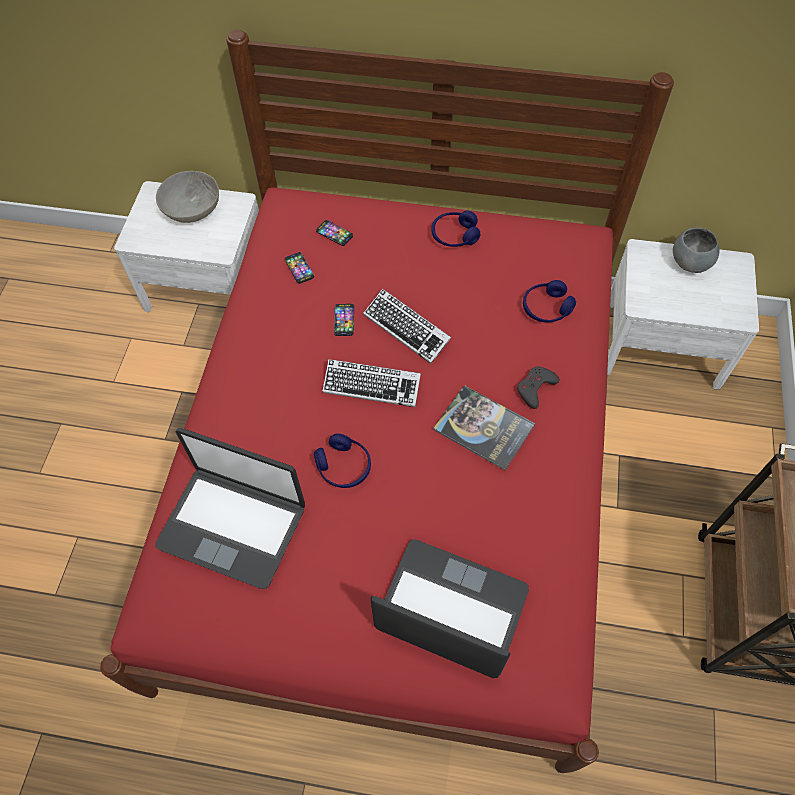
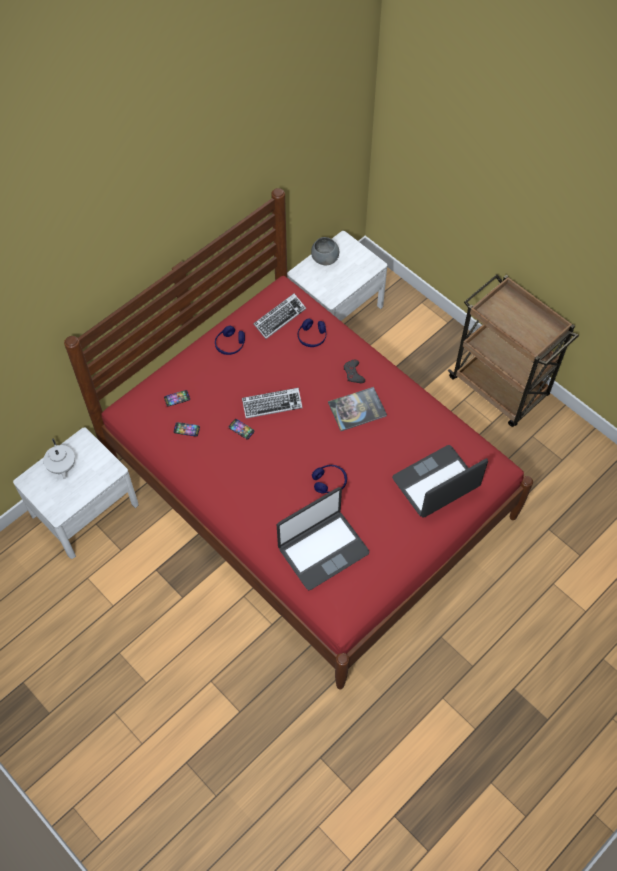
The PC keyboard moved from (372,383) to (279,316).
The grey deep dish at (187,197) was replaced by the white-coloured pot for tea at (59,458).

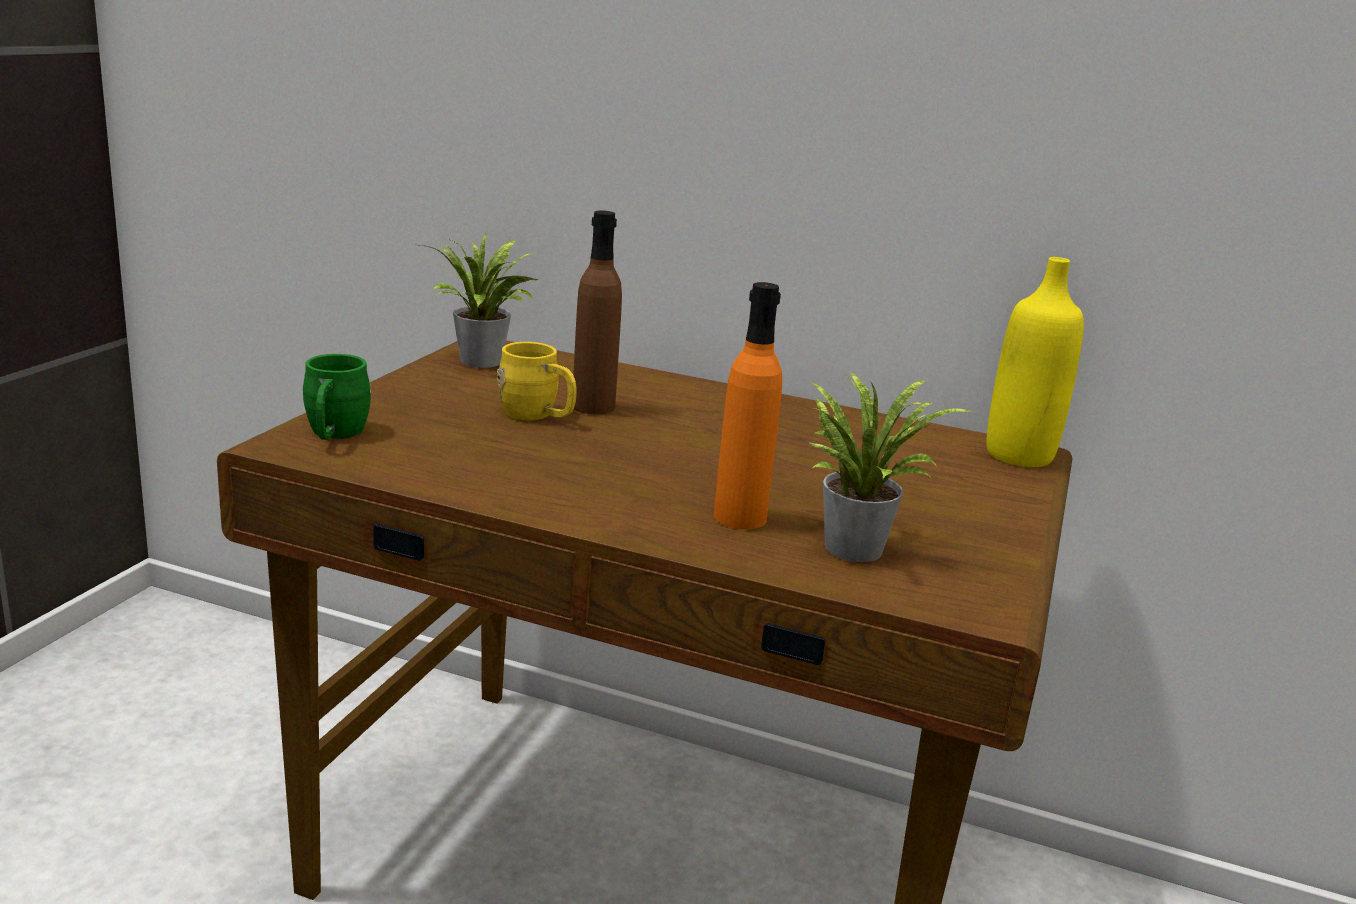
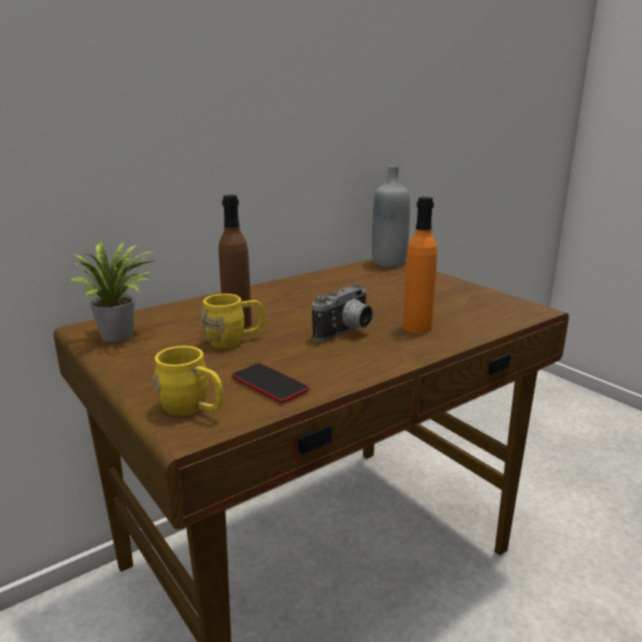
The plant in a pot at (892,466) disappeared.
The phone at (270,383) appeared.
The still camera at (342,312) appeared.
The greenish coffee mug at (337,397) became the yellowish coffee mug at (188,381).
The yellowish beverage bottle at (1035,362) became the grey beverage bottle at (391,216).

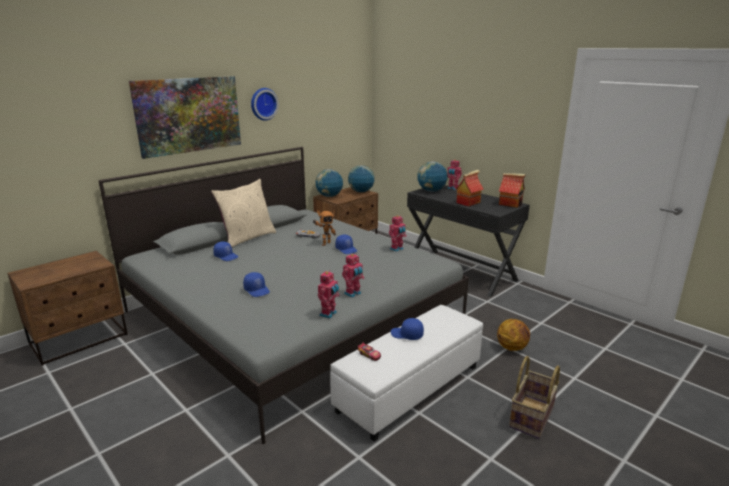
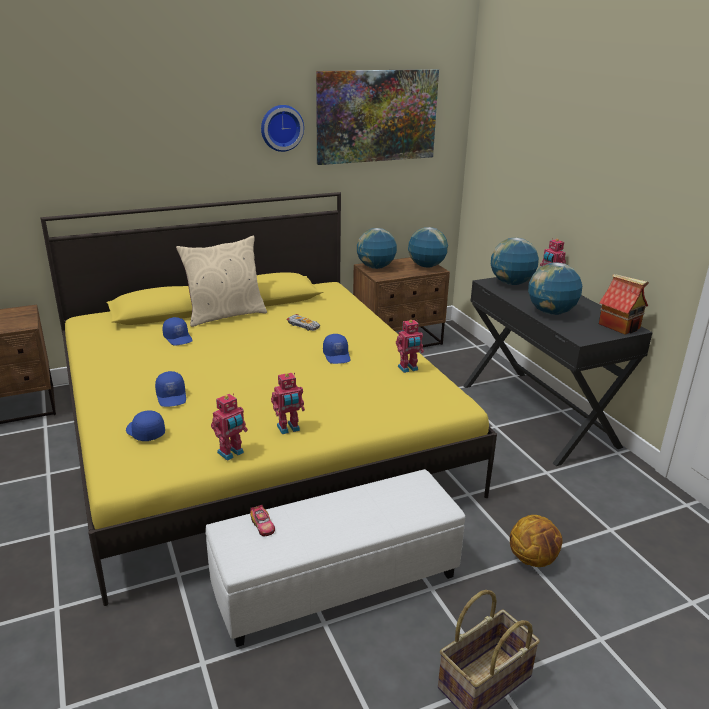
The model robot at (324,228) disappeared.
The picture moved from (185,117) to (377,117).
The blue-coloured baseball cap moved from (407,329) to (145,425).
The miniature house at (469,188) was replaced by the world globe at (555,288).
The grey bedroom bed at (283,295) became the yellowish bedroom bed at (268,399).

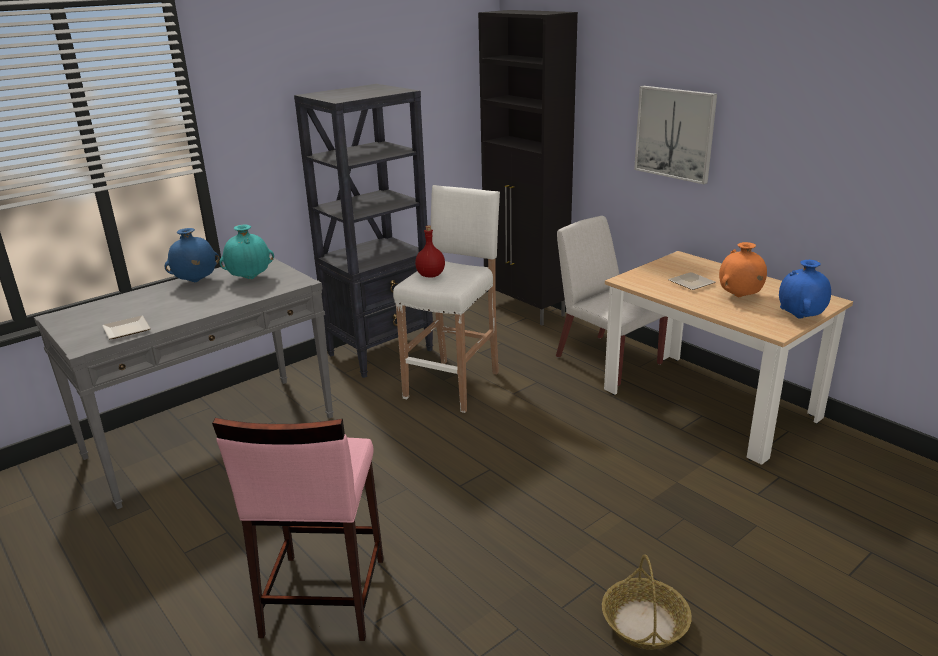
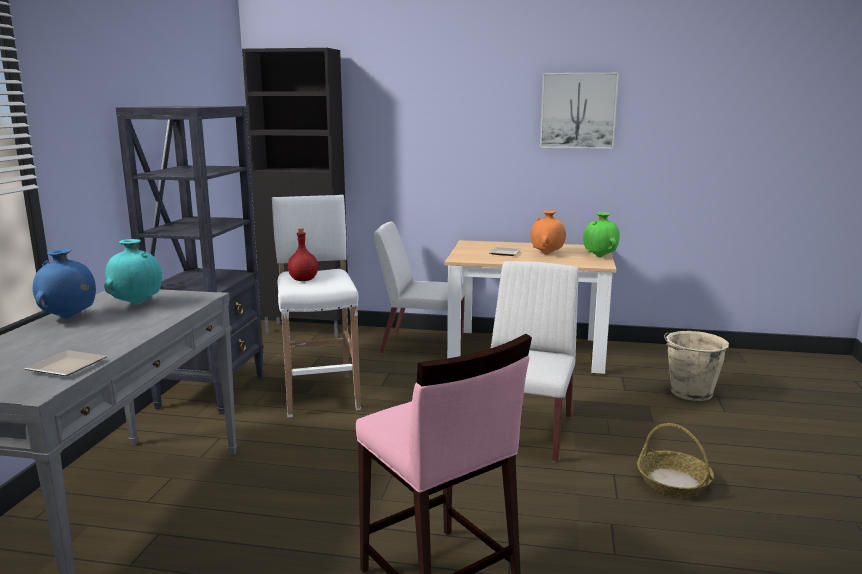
The white-coloured chair at (535,361) appeared.
The beige-coloured water bucket at (696,366) appeared.
The picture moved from (675,135) to (579,111).
The blue-coloured flower vase at (805,289) became the greenish flower vase at (601,234).

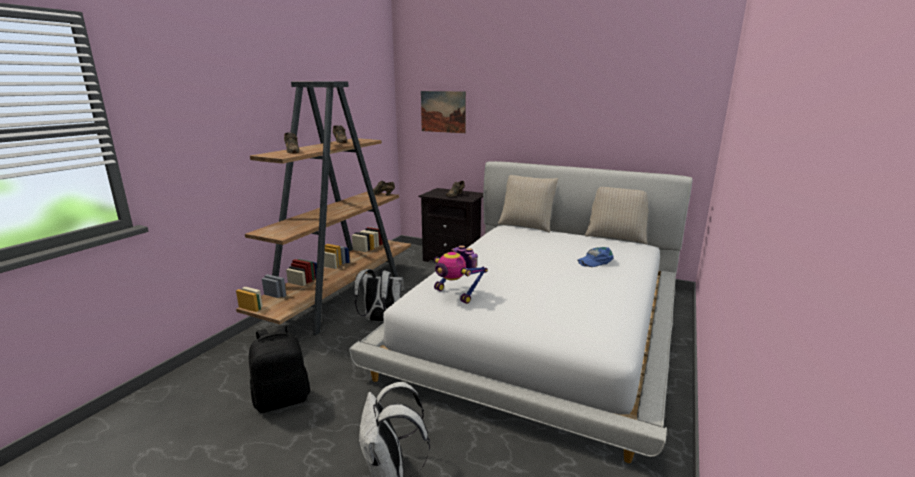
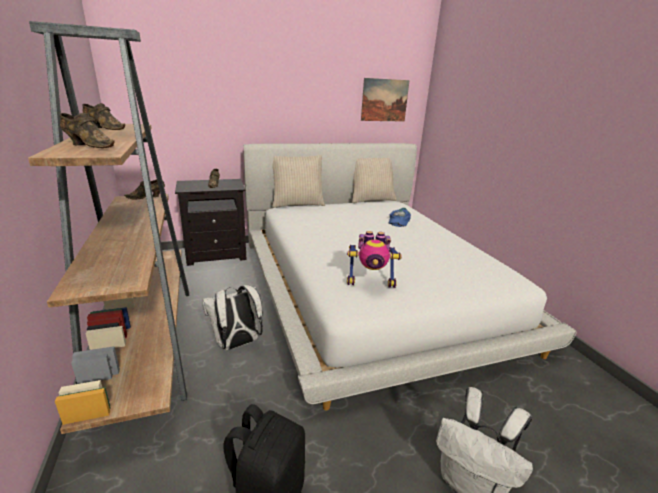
The picture moved from (443,112) to (385,100).

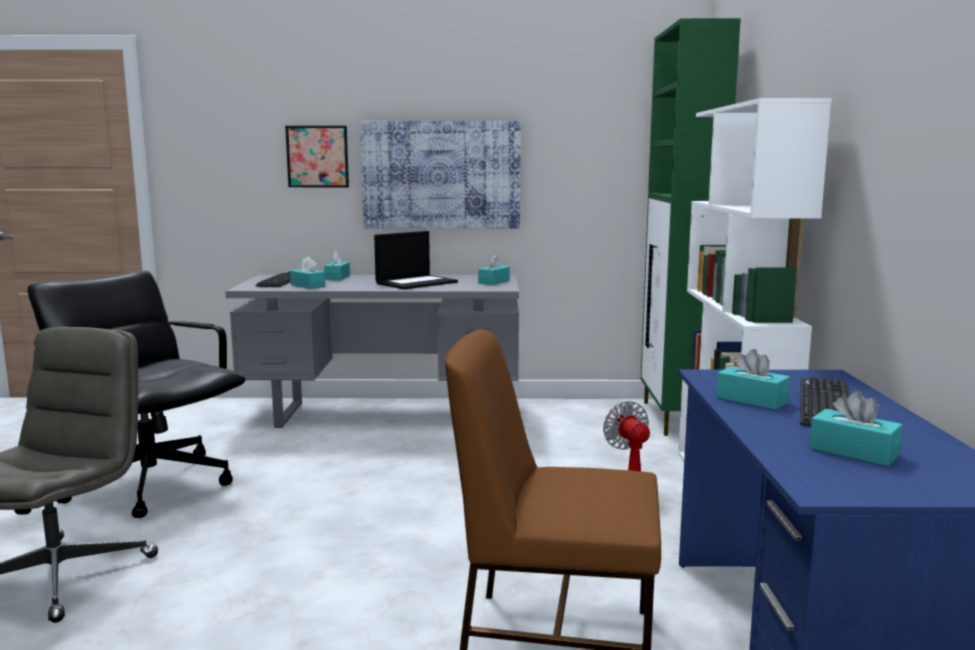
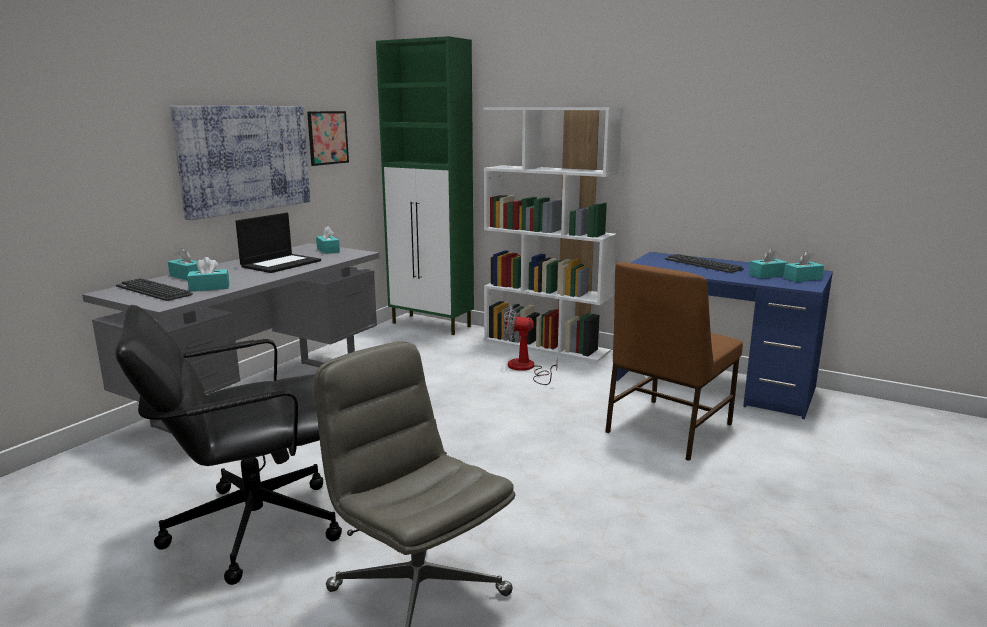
The picture moved from (317,156) to (328,138).
The turquoise tissue holder moved from (753,379) to (803,266).
The laptop at (416,260) turned 45 degrees clockwise.

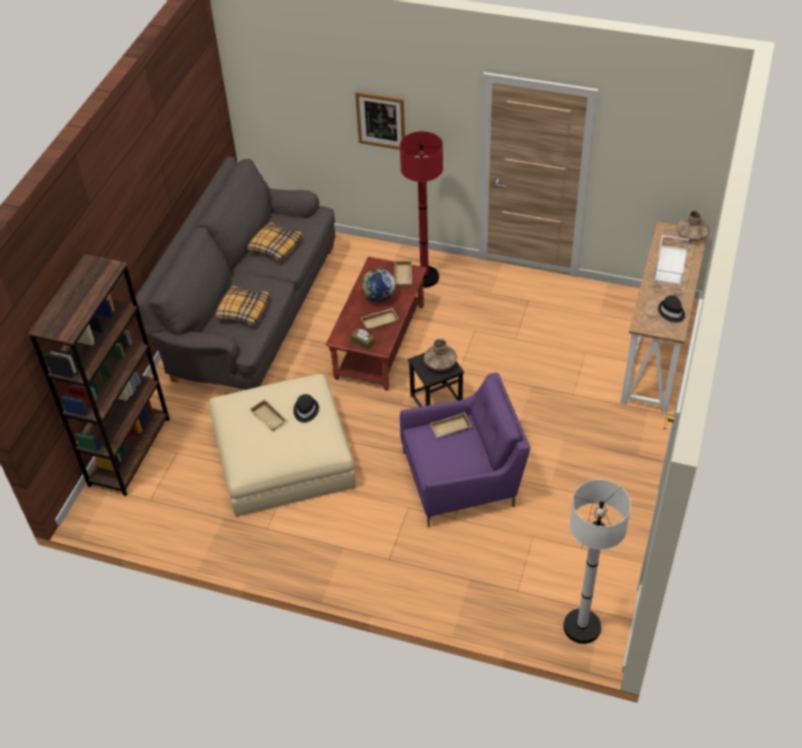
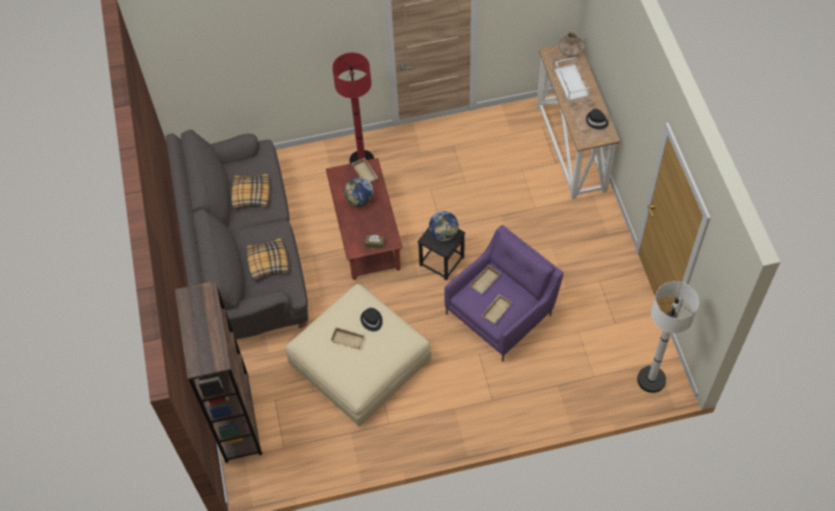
The picture at (380,121) disappeared.
The beige-coloured tray moved from (379,319) to (497,309).
The brownish flower vase at (440,354) was replaced by the world globe at (444,226).

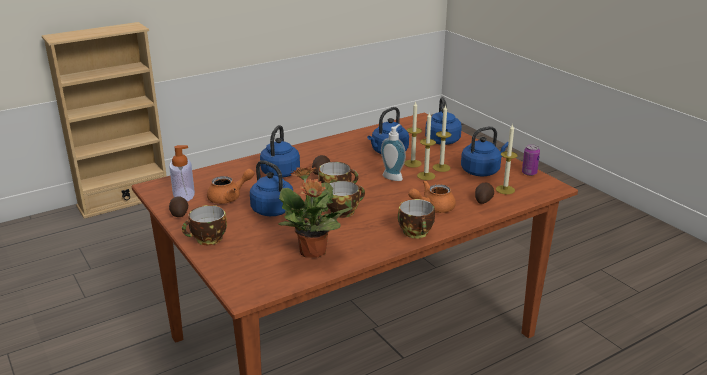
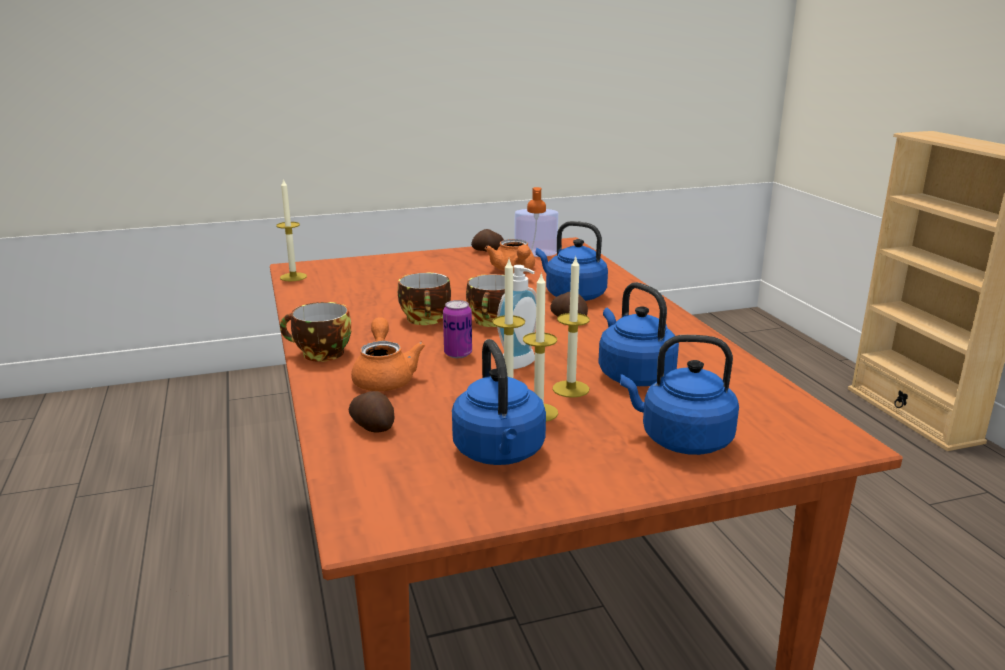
The drinking cup at (204,225) disappeared.
The blue-coloured water kettle at (271,188) disappeared.
The plant in a pot at (315,212) disappeared.
The wax light moved from (507,159) to (291,230).
The can moved from (531,160) to (457,329).

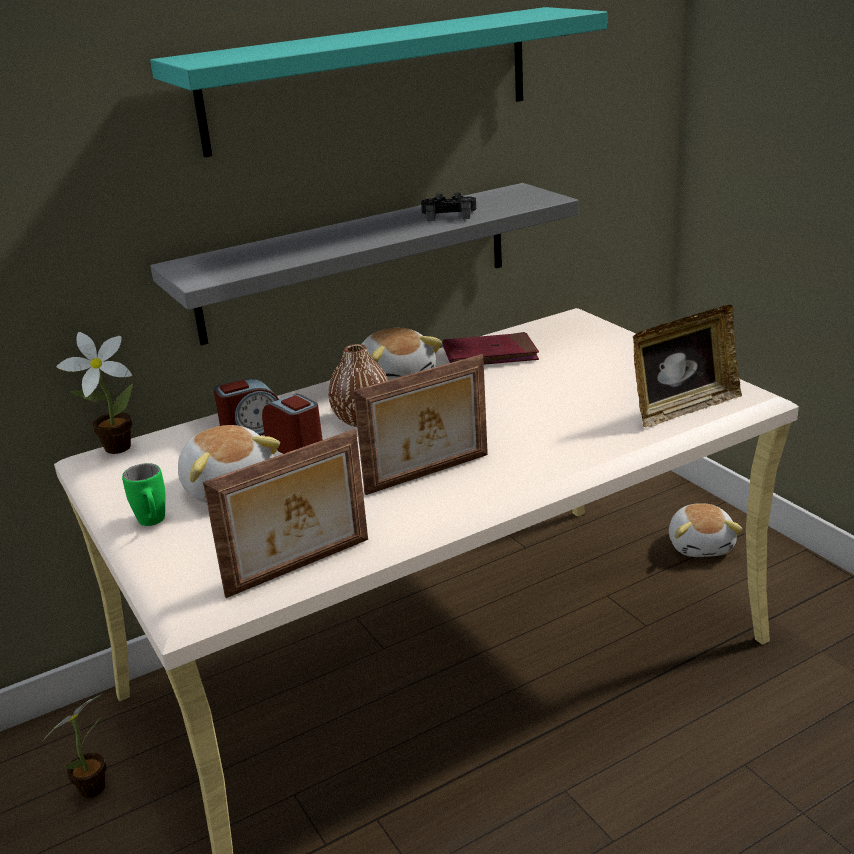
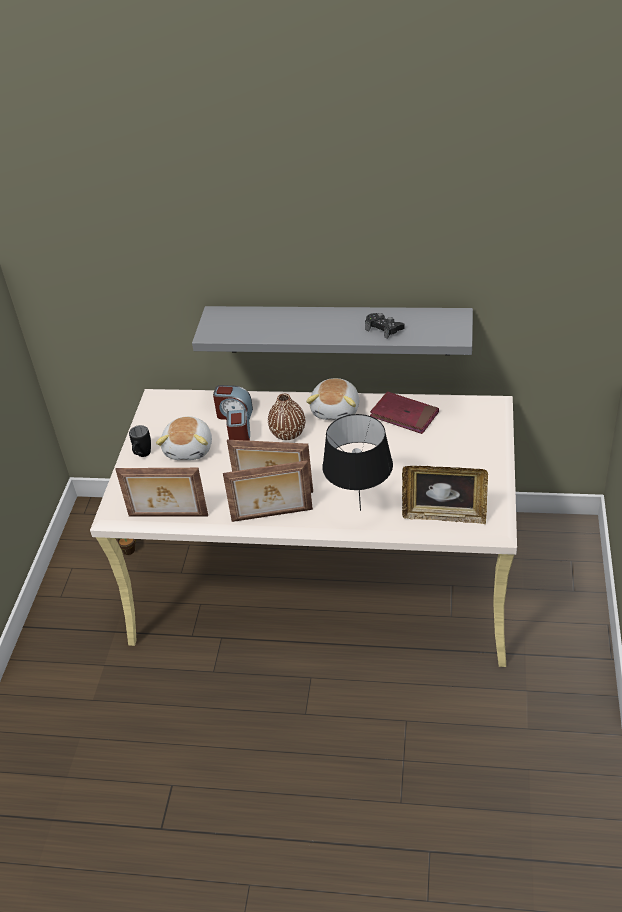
The plant in a pot at (94,393) disappeared.
The turquoise shelf at (378,82) disappeared.
The cuddly toy at (706,530) disappeared.
The standing frame at (268,491) appeared.
The black table lamp at (357,462) appeared.
The greenish coffee mug at (143,494) became the black coffee mug at (140,441).

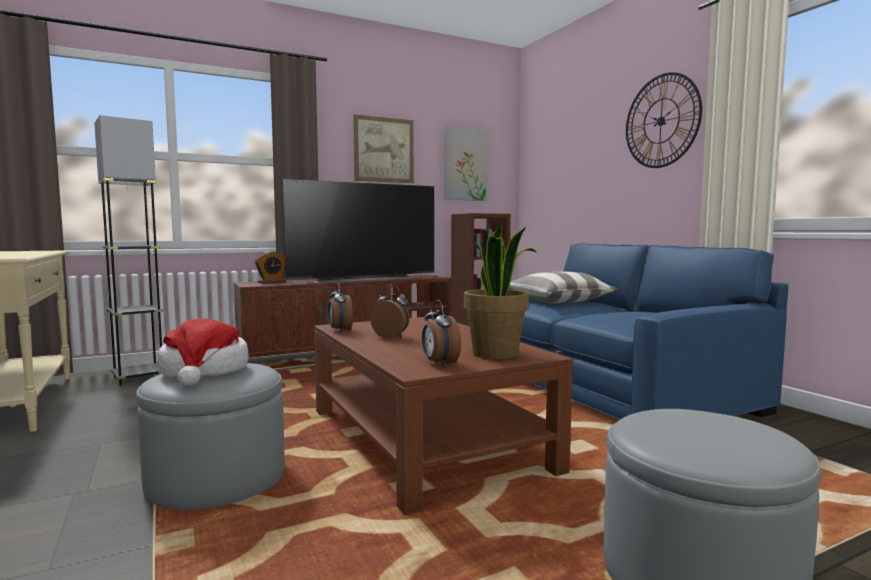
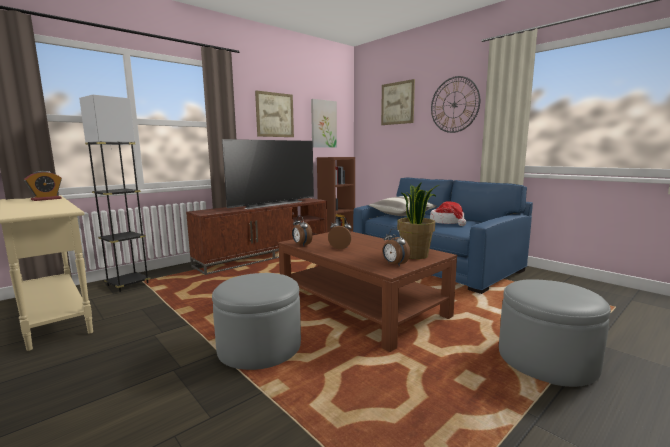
The picture at (398,102) appeared.
The hat moved from (203,352) to (448,213).
The alarm clock moved from (270,267) to (43,186).

